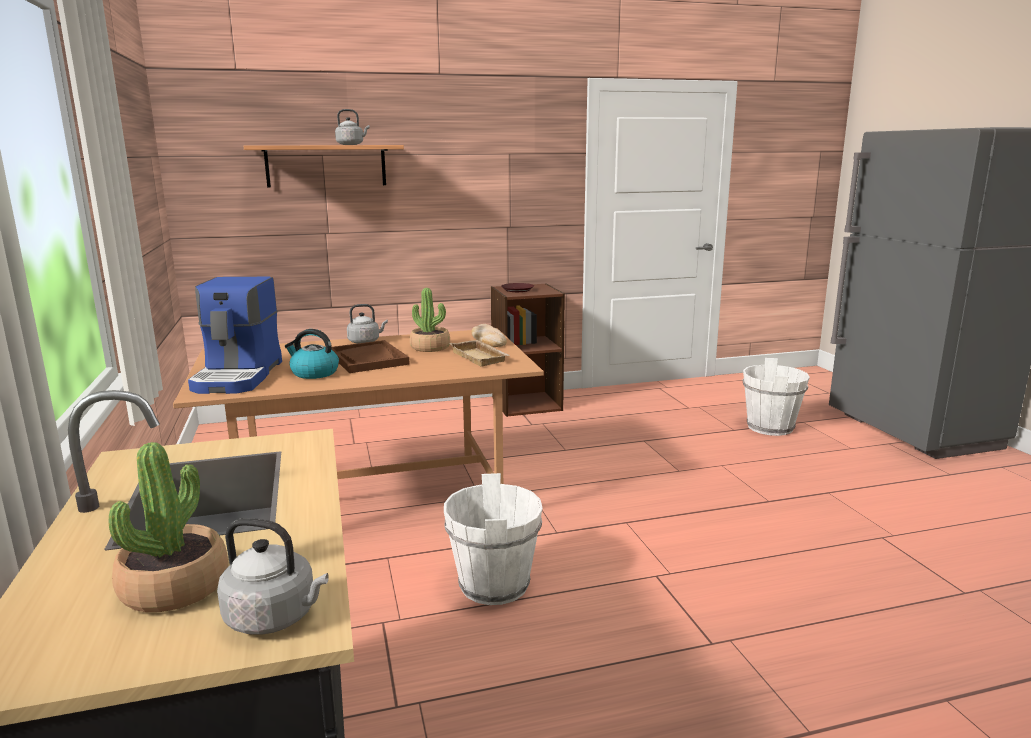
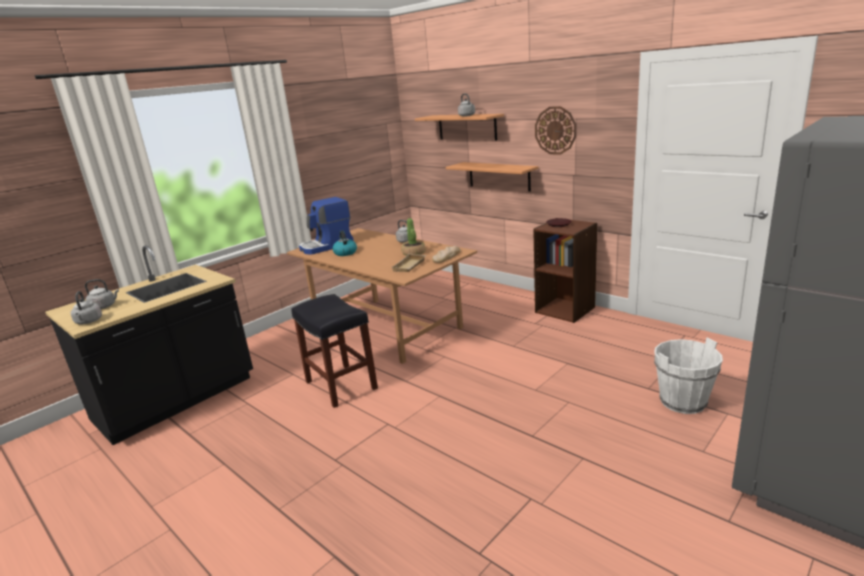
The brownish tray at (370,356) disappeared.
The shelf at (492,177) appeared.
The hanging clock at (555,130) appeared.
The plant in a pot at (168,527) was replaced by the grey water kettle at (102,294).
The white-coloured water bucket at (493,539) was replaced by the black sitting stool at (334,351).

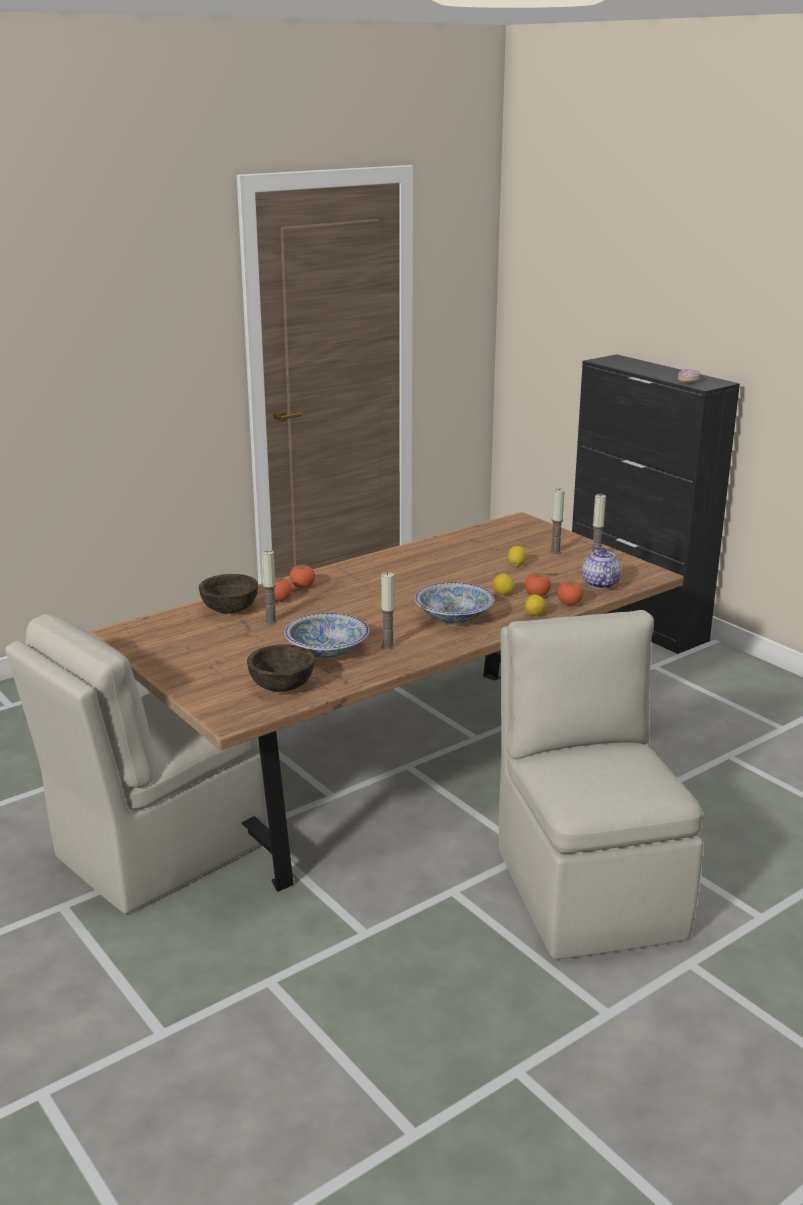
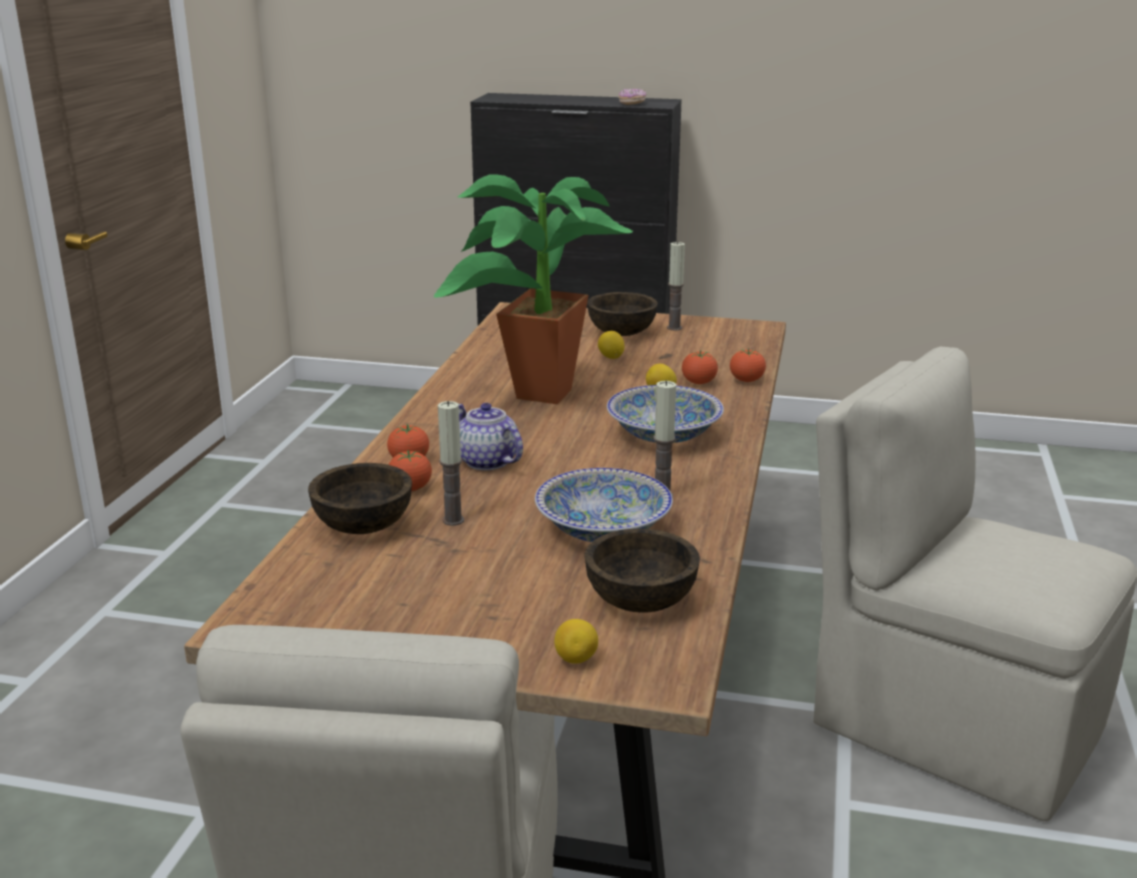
The plant in a pot at (533,289) appeared.
The whole lemon moved from (535,605) to (576,641).
The pot for tea moved from (602,567) to (491,437).
The wax light at (557,521) was replaced by the brownish deep dish at (622,314).

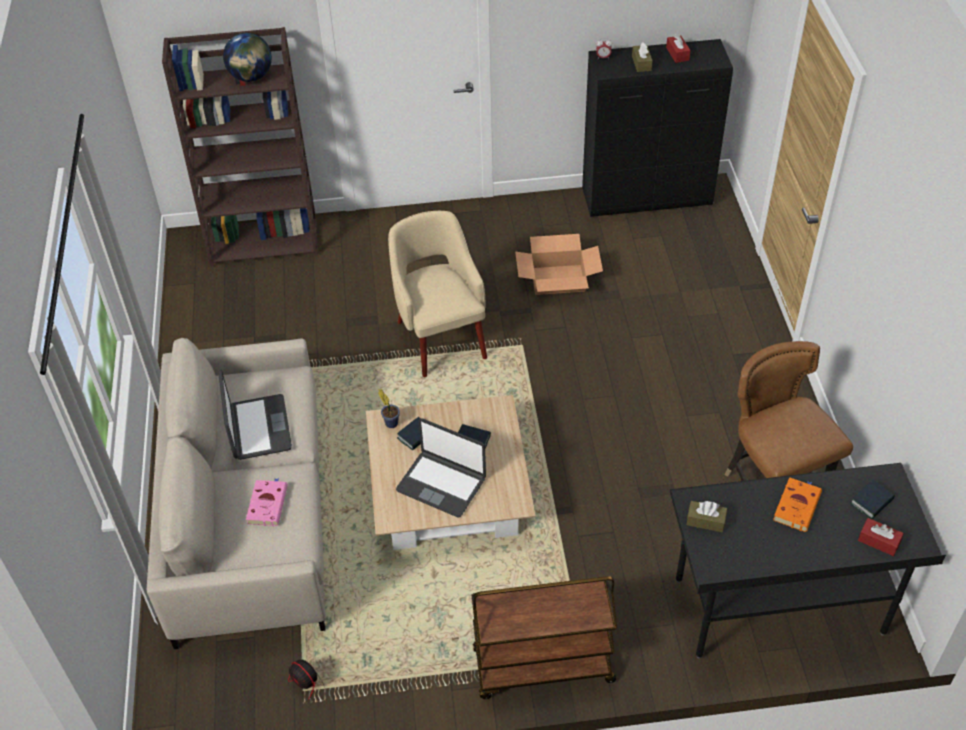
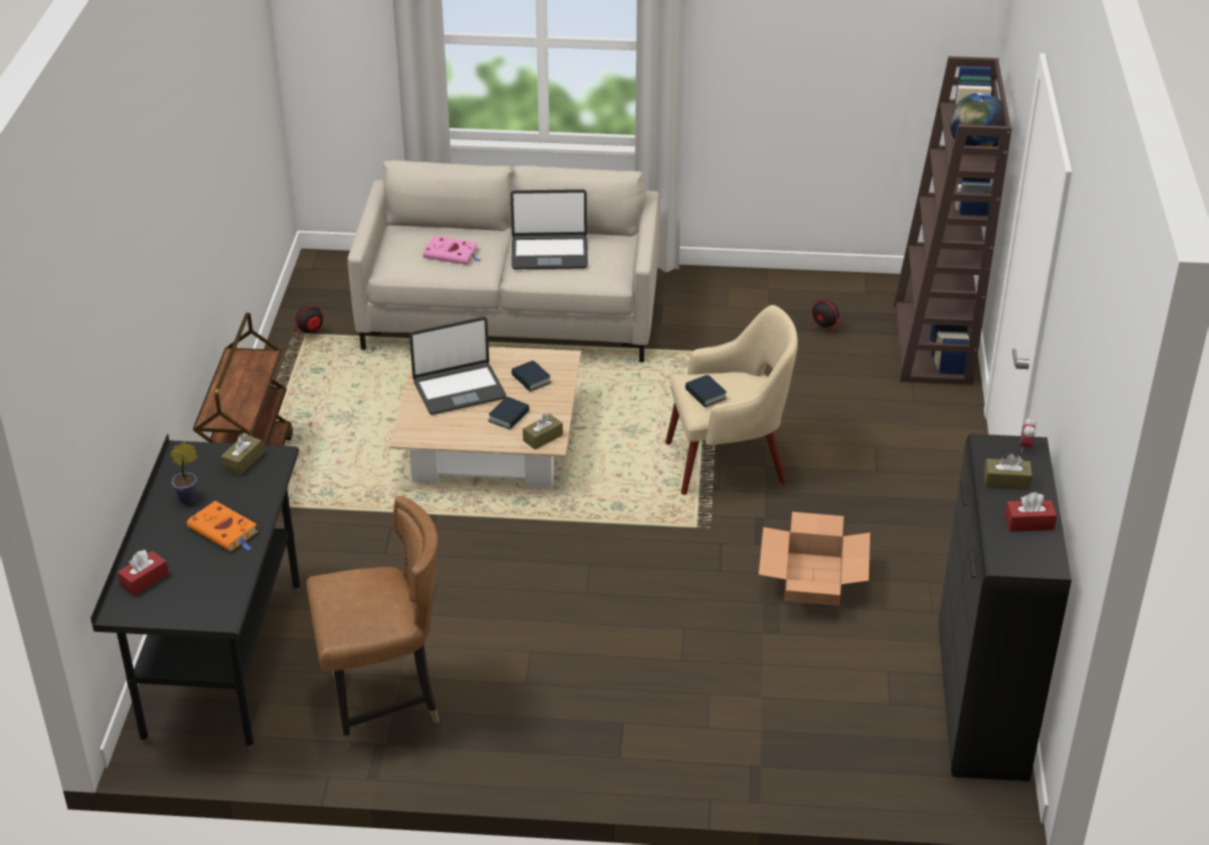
The brownish tissue holder at (543,431) appeared.
The electric fan at (842,320) appeared.
The plant in a pot moved from (389,408) to (183,473).
The bound book moved from (872,499) to (706,391).
The laptop at (441,468) turned 150 degrees counterclockwise.

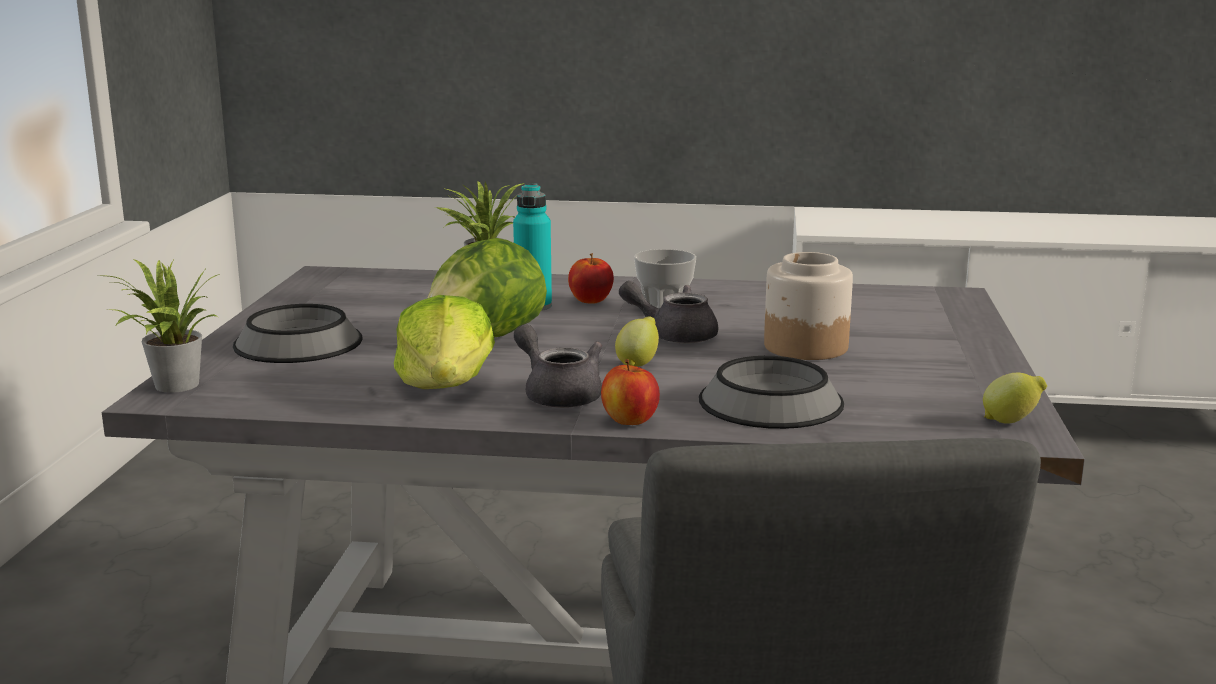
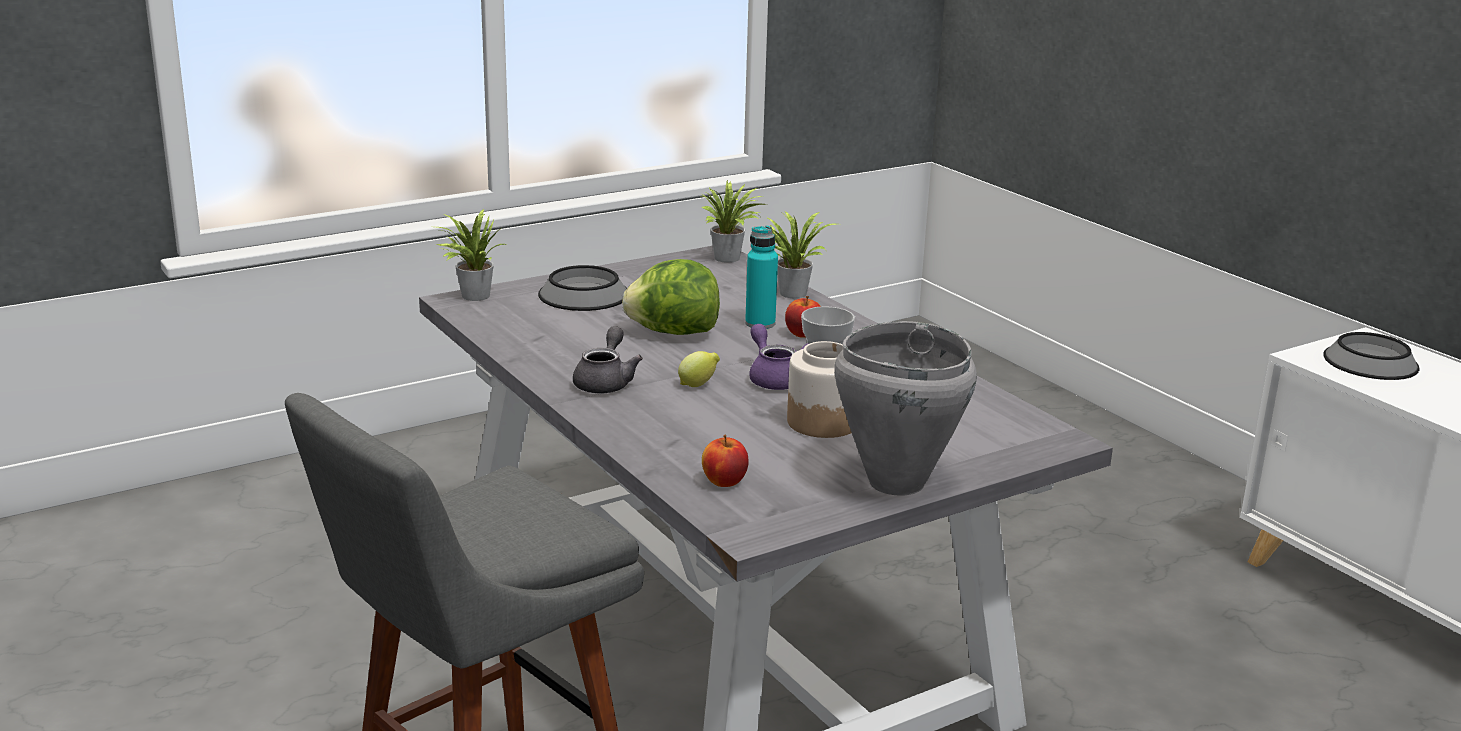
The lettuce head at (444,342) disappeared.
The whole lemon at (1015,398) disappeared.
The plant in a pot at (732,221) appeared.
The grey stockpot at (905,408) appeared.
The whole apple moved from (630,392) to (725,460).
The deep dish moved from (771,392) to (1371,356).
The grey pot for tea at (668,312) became the purplish pot for tea at (779,357).

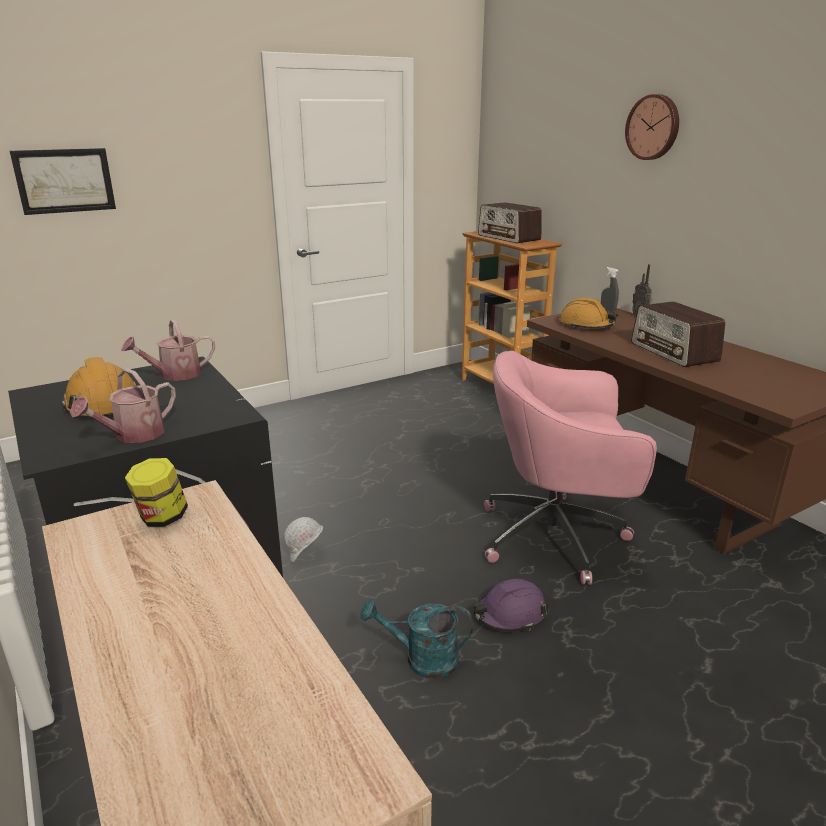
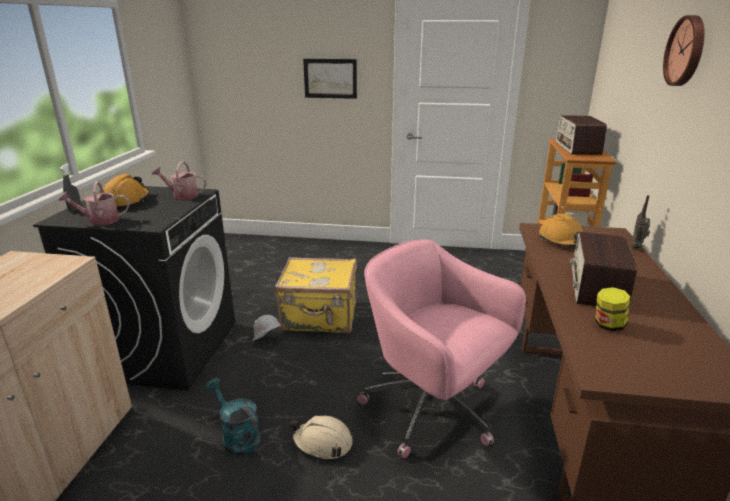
The yellowish travel case at (316,295) appeared.
The picture moved from (63,181) to (330,79).
The jar moved from (156,492) to (612,309).
The grey spray bottle moved from (610,289) to (70,187).
The purplish work helmet at (511,605) became the beige-coloured work helmet at (321,438).

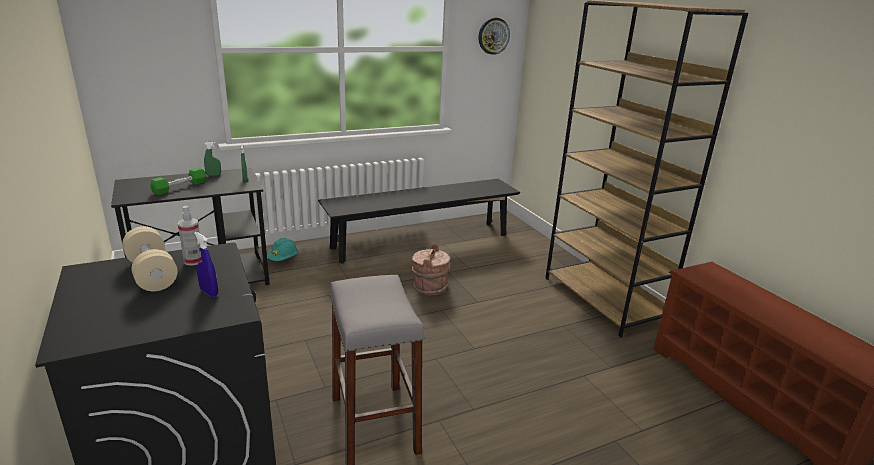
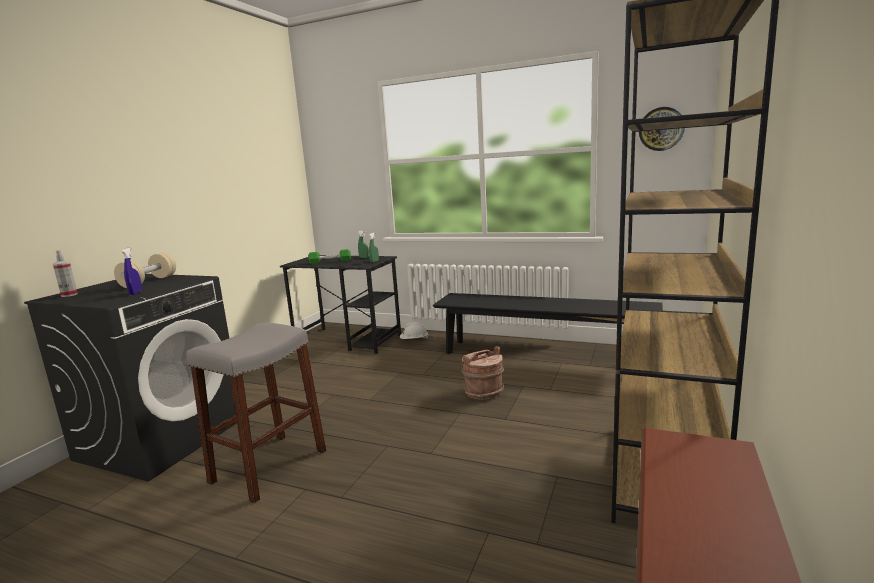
The spray bottle moved from (190,236) to (65,273).
The turquoise work helmet at (282,249) became the white-coloured work helmet at (414,330).

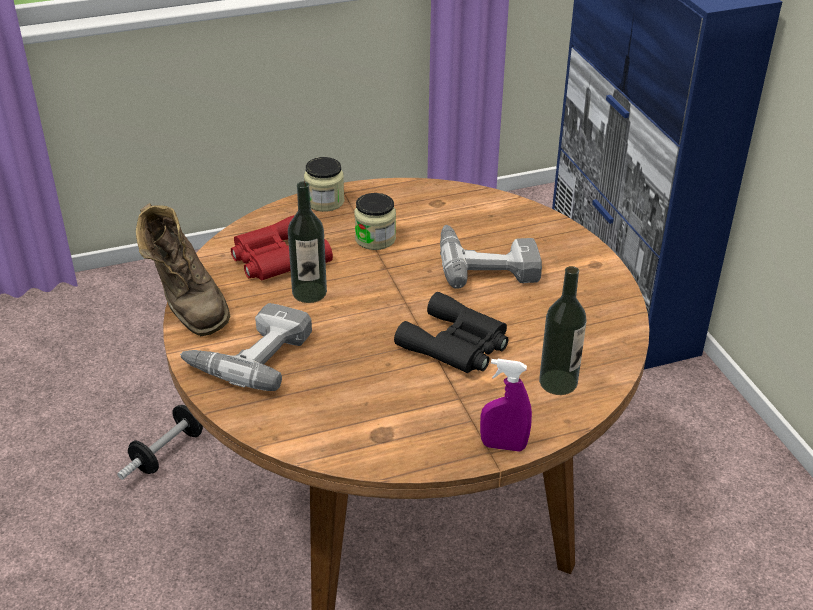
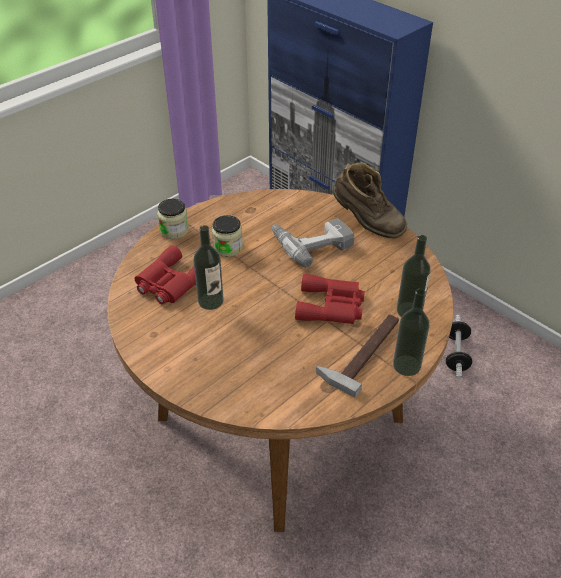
The electric drill at (246,347) disappeared.
The hand hammer at (357,355) appeared.
The dumbbell moved from (160,442) to (459,347).
The brownish high-top boot moved from (183,269) to (370,201).
The purplish spray bottle at (506,405) was replaced by the beverage bottle at (411,332).
The black binoculars at (451,332) became the reddish binoculars at (330,299).

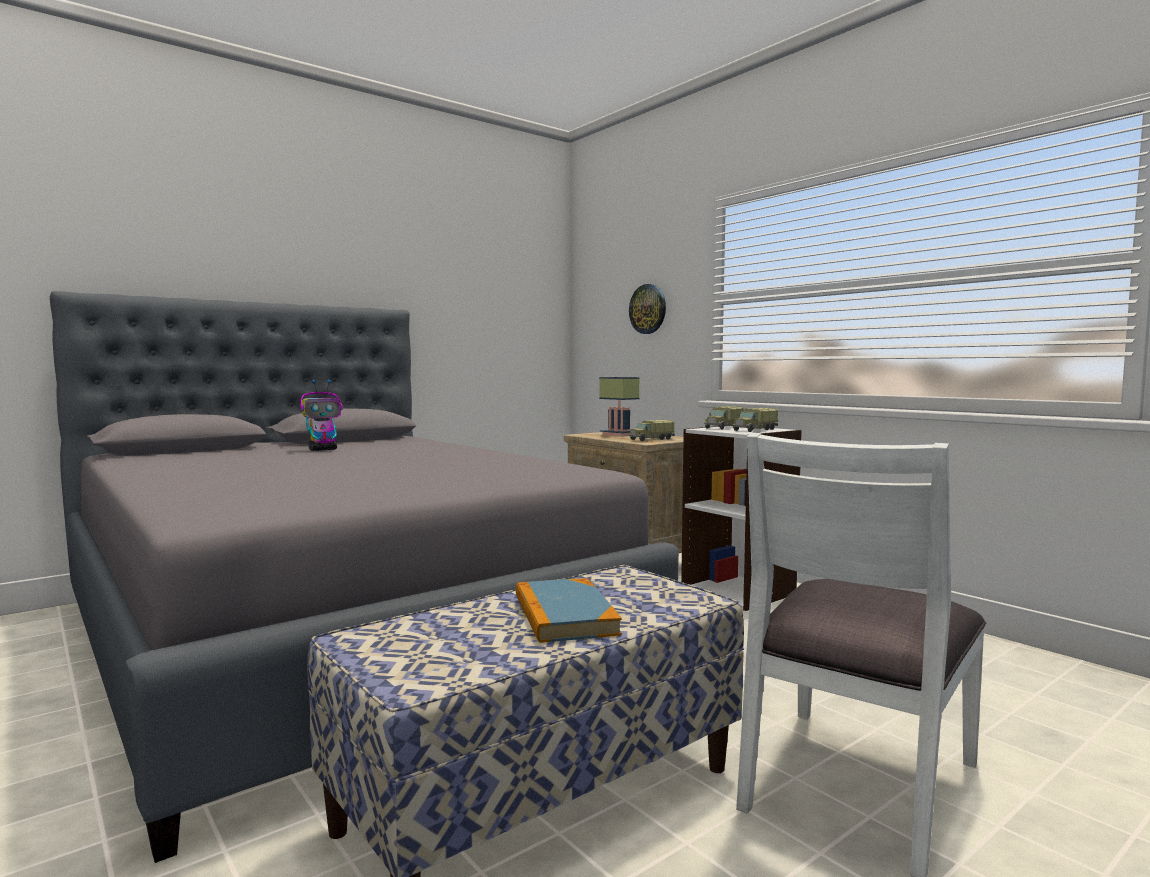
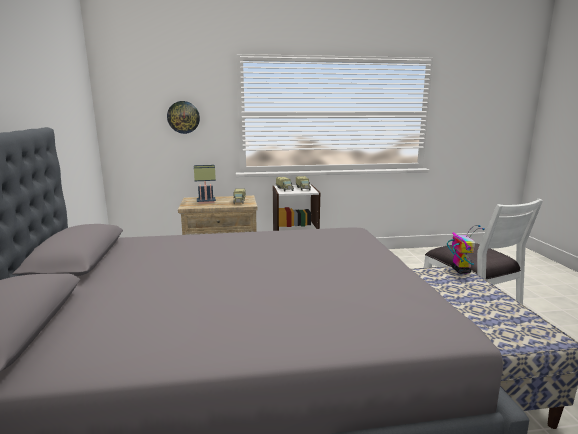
The bound book at (569,610) disappeared.
The model robot moved from (321,415) to (466,249).

